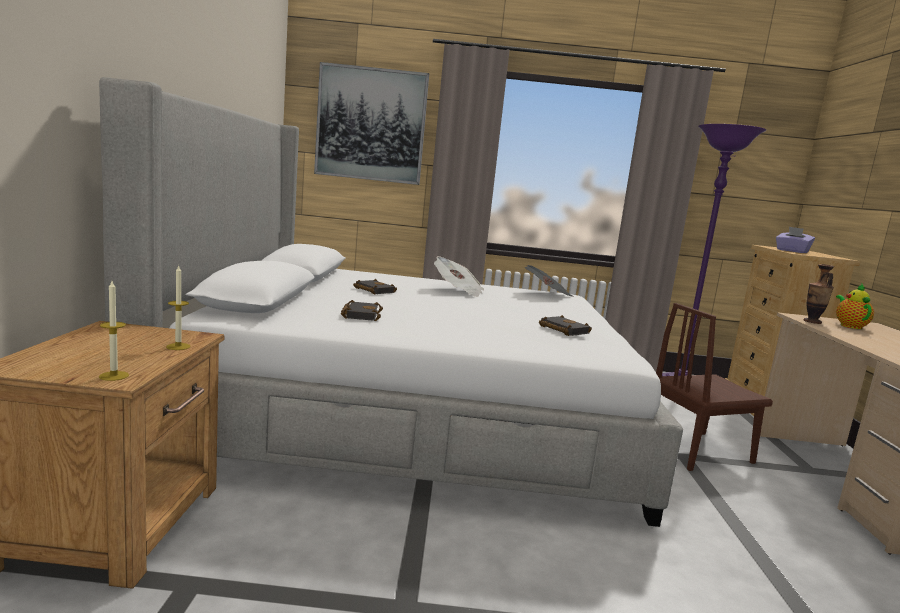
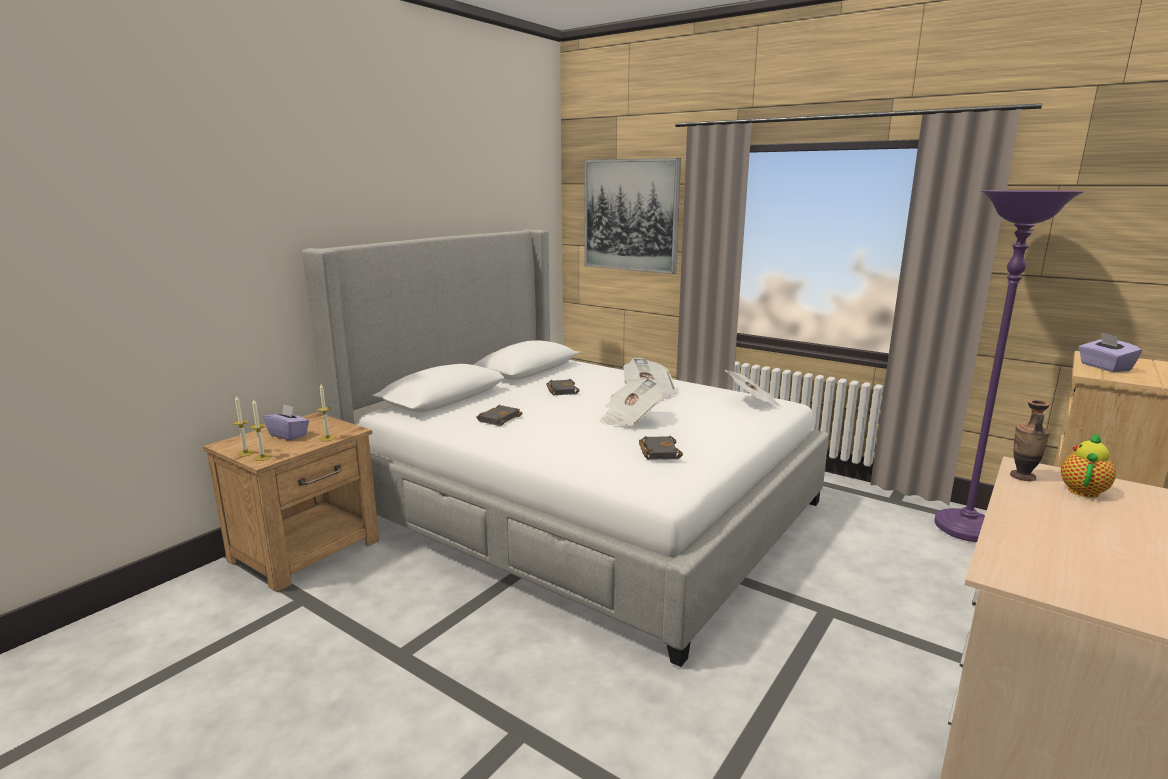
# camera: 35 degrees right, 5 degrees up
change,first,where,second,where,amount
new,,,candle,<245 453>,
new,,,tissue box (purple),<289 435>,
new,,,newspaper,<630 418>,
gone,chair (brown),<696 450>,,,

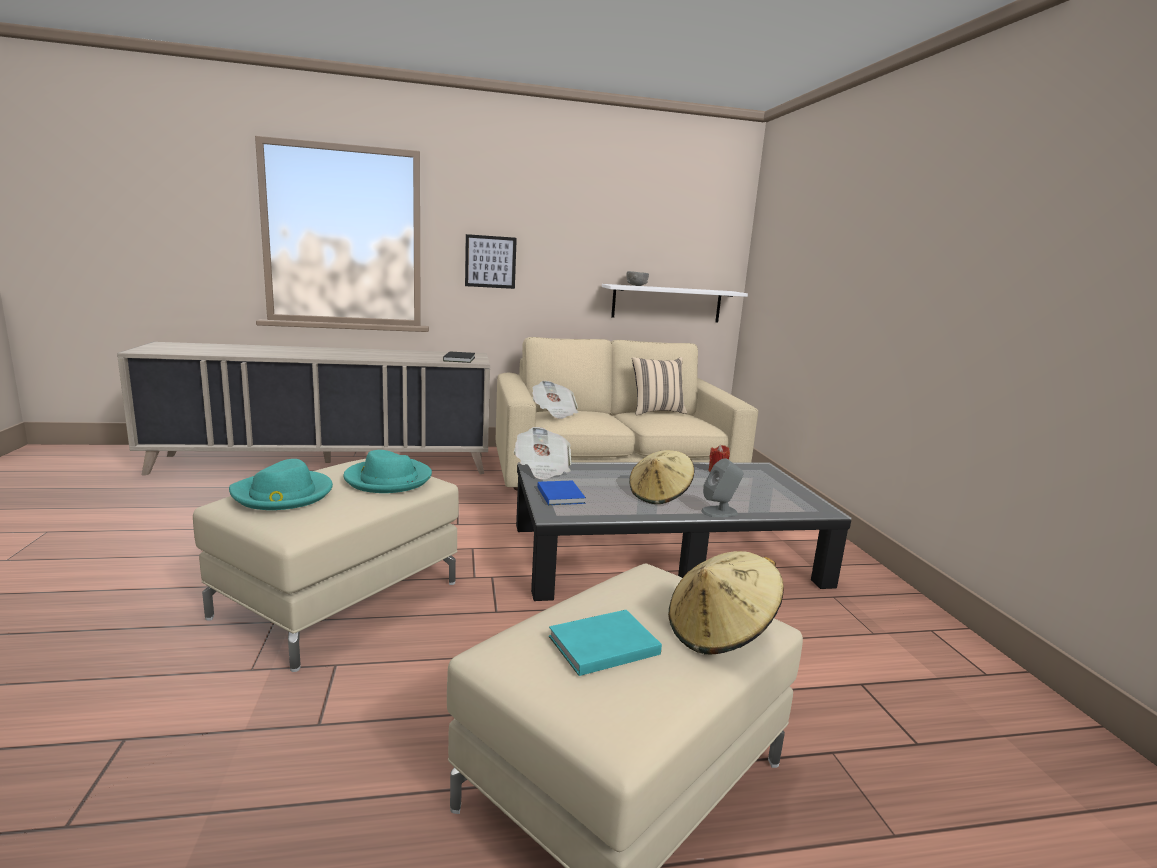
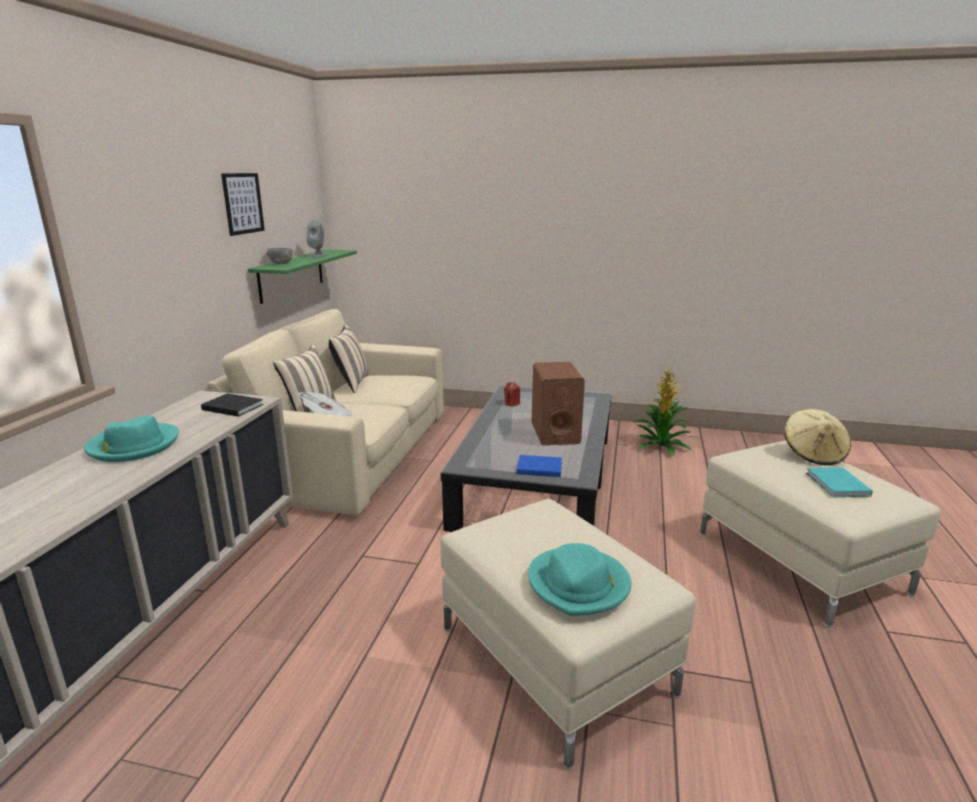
# camera: 65 degrees left, 5 degrees up
change,first,where,second,where,amount
shifted,hat (turquoise),<388 479>,,<133 446>,
shifted,picture,<490 261>,,<243 203>,
repainted,shelf (white),<666 303>,shelf (green),<291 275>,
new,,,pillow (beige),<309 411>,
shifted,speaker (grey),<720 512>,,<318 256>,
swapped,hat (beige),<659 496>,speaker (brown),<555 433>,
new,,,potted plant,<660 446>,
gone,newspaper,<542 469>,,,

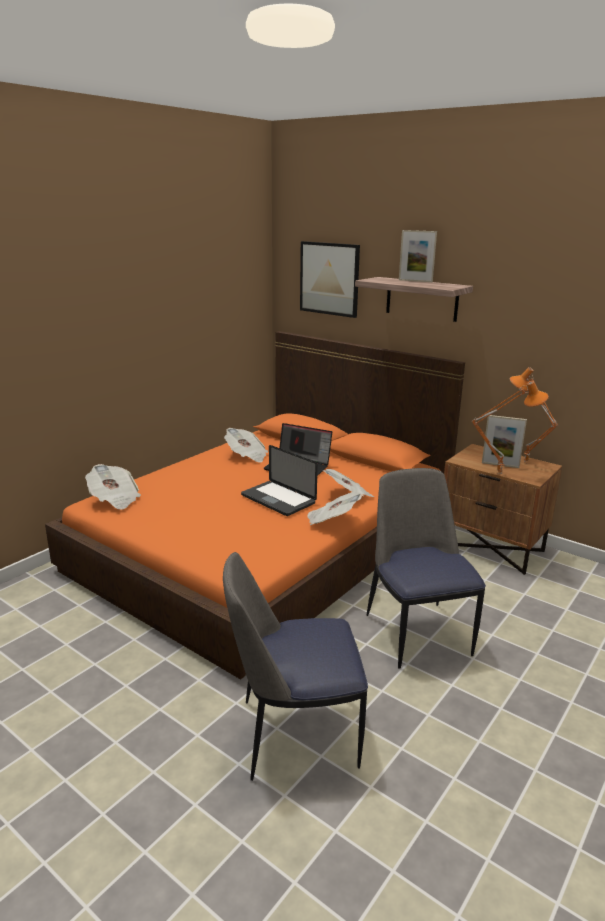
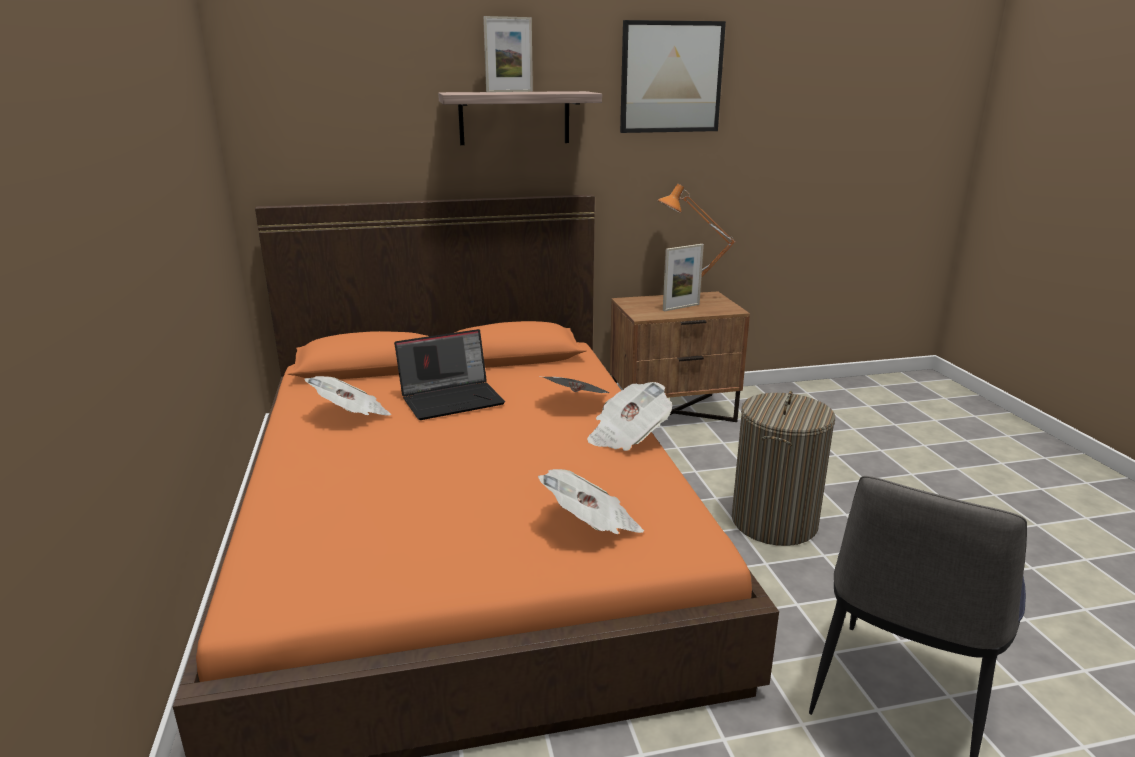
# camera: 50 degrees left, 0 degrees up
change,first,where,second,where,amount
shifted,newspaper,<114 499>,,<592 526>,
shifted,picture,<329 279>,,<671 77>,
swapped,chair,<417 632>,laundry basket,<774 522>,
gone,laptop,<278 499>,,,
gone,table lamp (orange),<499 473>,,,

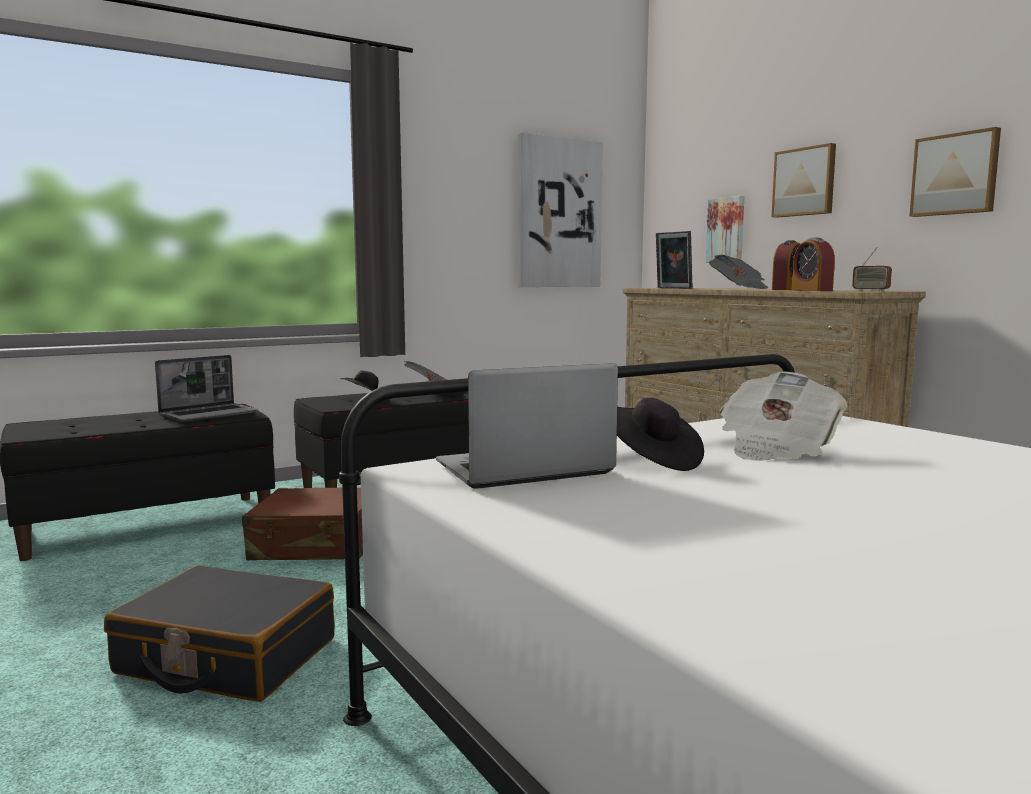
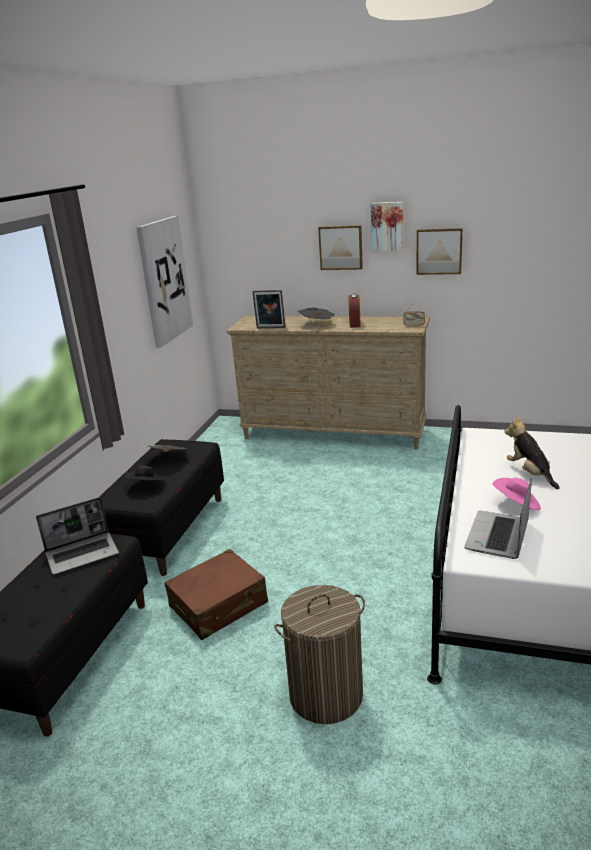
# camera: 40 degrees left, 15 degrees up
change,first,where,second,where,amount
rotated,laptop,<209 414>,,<83 554>,60 degrees clockwise
swapped,suitcase (black),<226 657>,laundry basket,<326 695>,
shifted,picture,<726 230>,,<387 227>,
repainted,hat (black),<653 460>,hat (pink),<516 504>,
swapped,newspaper,<776 449>,plush toy,<530 473>,
gone,alarm clock,<811 290>,,,

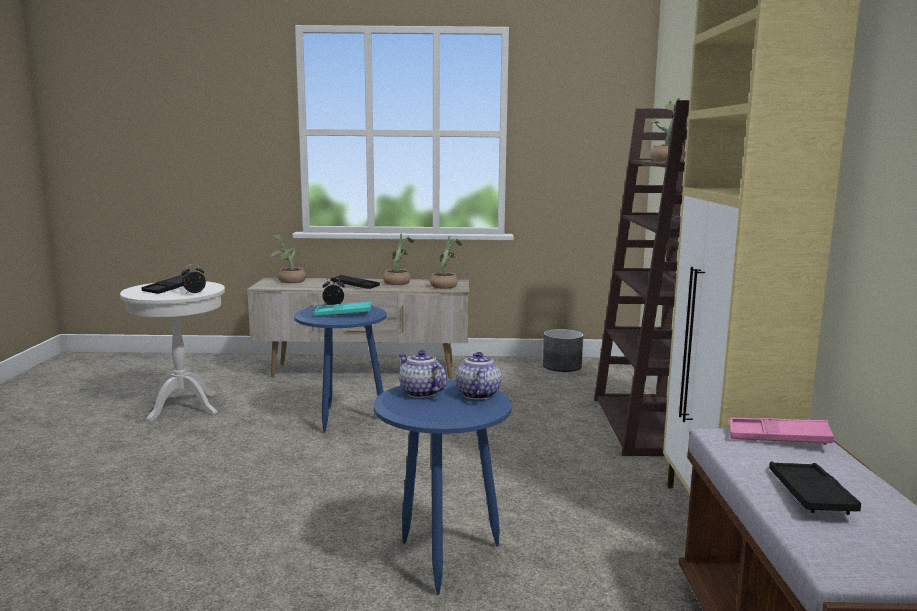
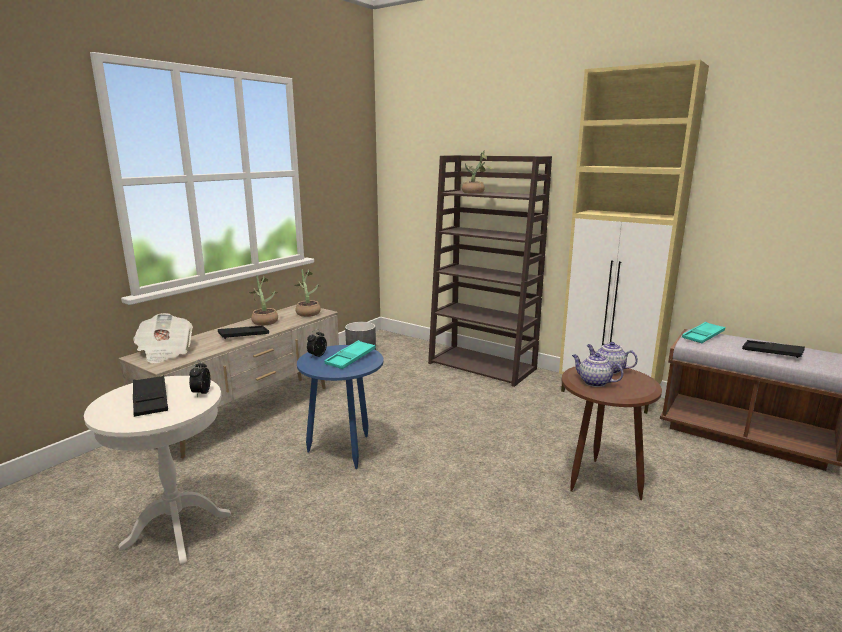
# camera: 55 degrees left, 5 degrees up
change,first,where,second,where,amount
swapped,potted plant,<288 281>,newspaper,<165 352>,
repainted,side table (blue),<442 557>,side table (brown),<598 484>,
rotated,teapot,<420 392>,,<594 382>,45 degrees clockwise
repainted,tray (pink),<778 438>,tray (turquoise),<703 336>,

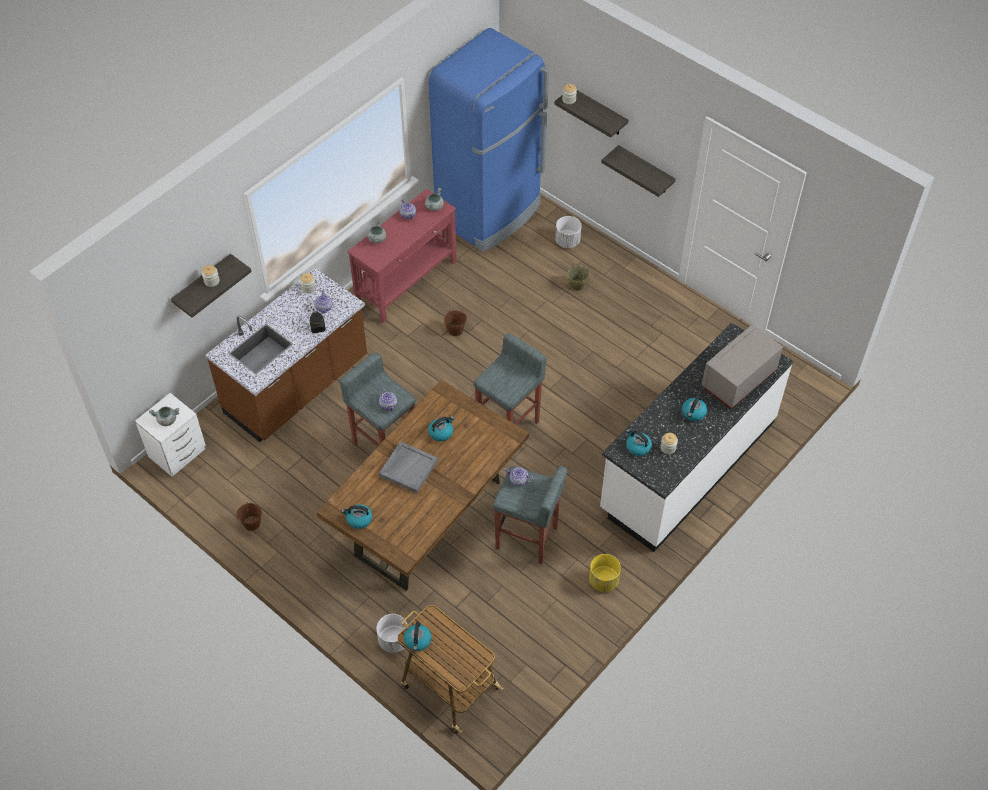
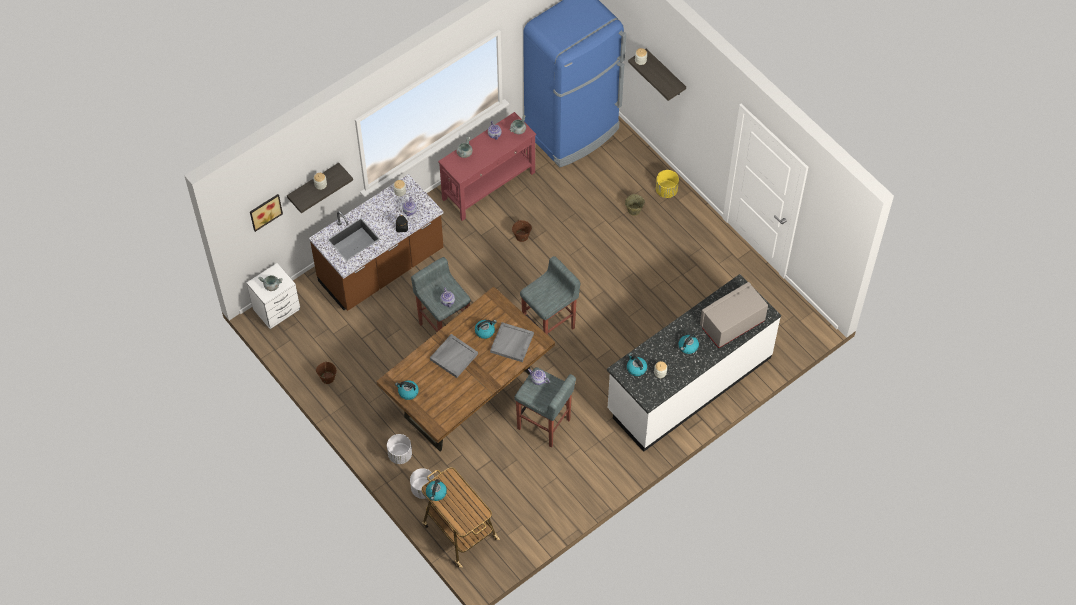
# camera: 10 degrees right, 5 degrees up
change,first,where,second,where,amount
new,,,picture,<265 211>,
shifted,planter (white),<567 241>,,<400 455>,
new,,,tray (grey),<512 343>,
shifted,planter (yellow),<604 580>,,<666 190>,
gone,shelf,<645 170>,,,

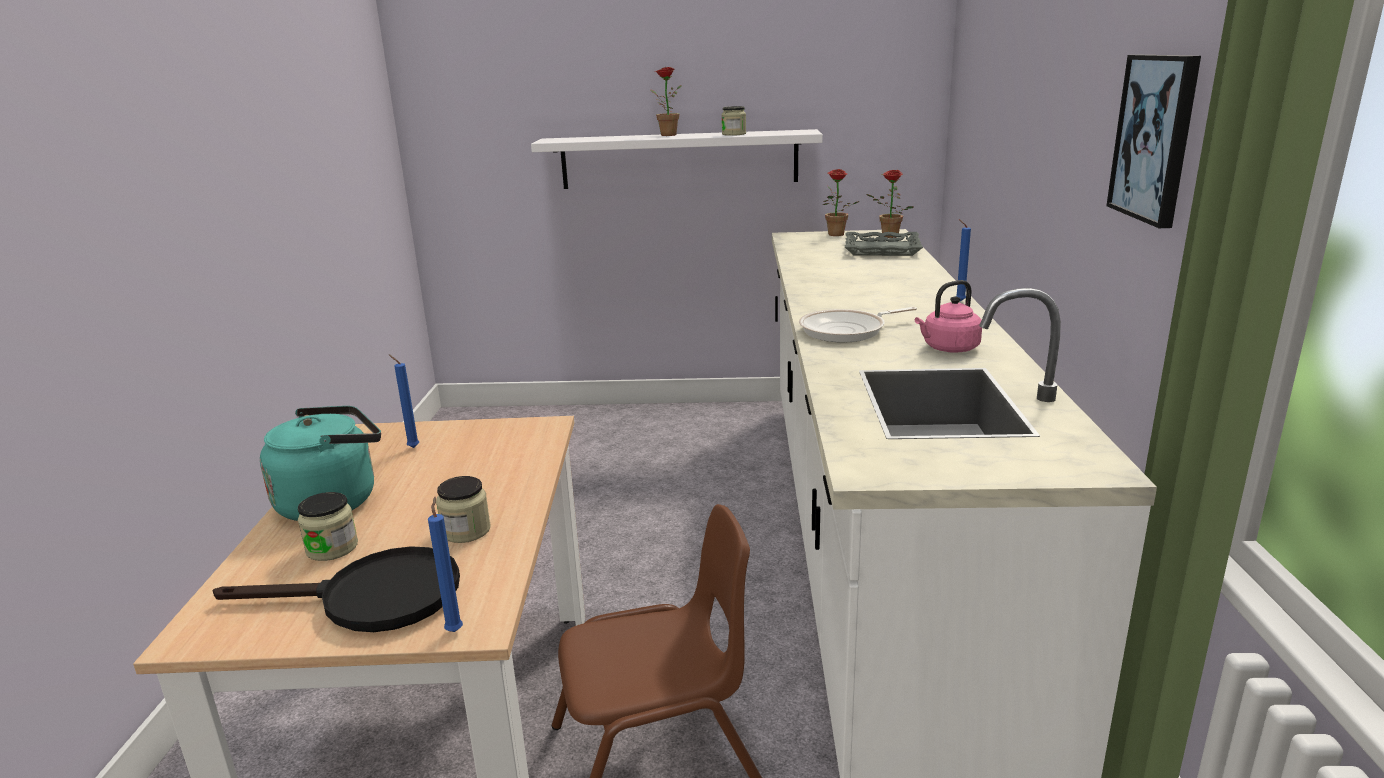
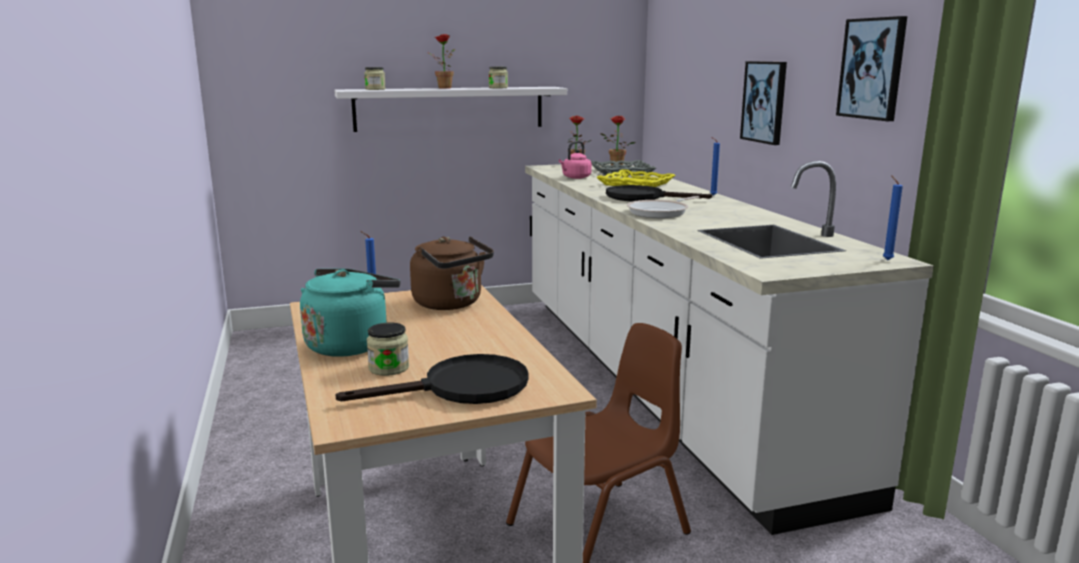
# camera: 20 degrees left, 5 degrees down
change,first,where,second,where,amount
shifted,jar,<466 531>,,<375 89>,
new,,,kettle (brown),<451 304>,
shifted,kettle (pink),<948 349>,,<575 177>,
new,,,tray (yellow),<636 184>,
new,,,frying pan (black),<642 197>,
new,,,picture,<764 102>,
shifted,candle (blue),<455 630>,,<886 259>,

